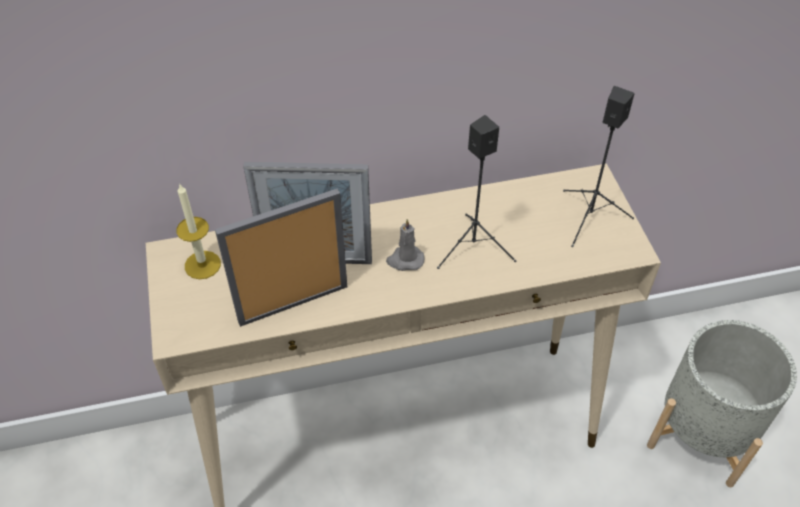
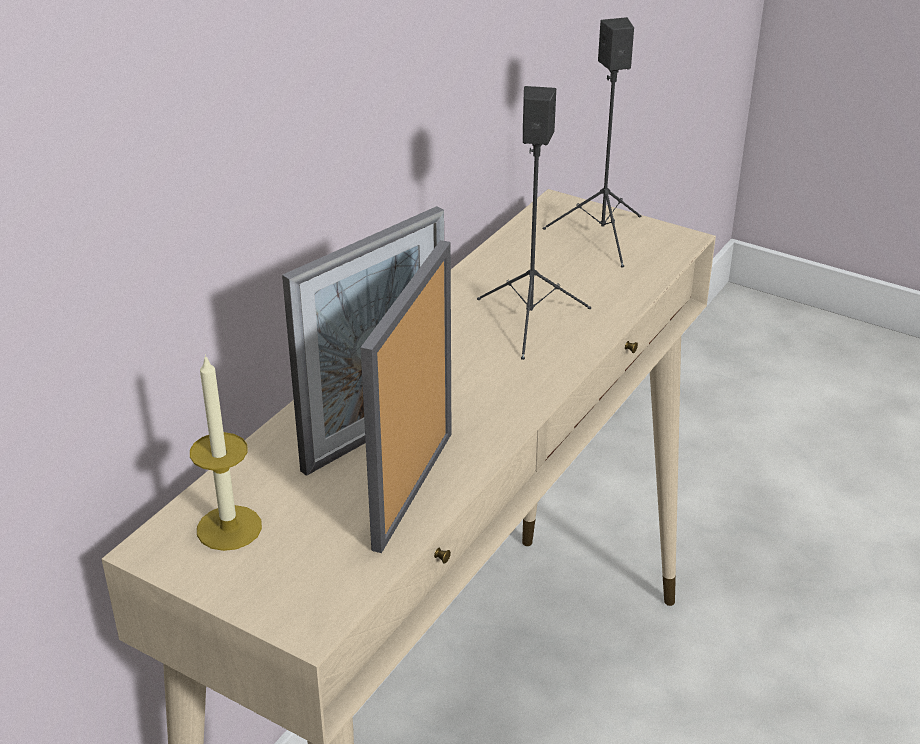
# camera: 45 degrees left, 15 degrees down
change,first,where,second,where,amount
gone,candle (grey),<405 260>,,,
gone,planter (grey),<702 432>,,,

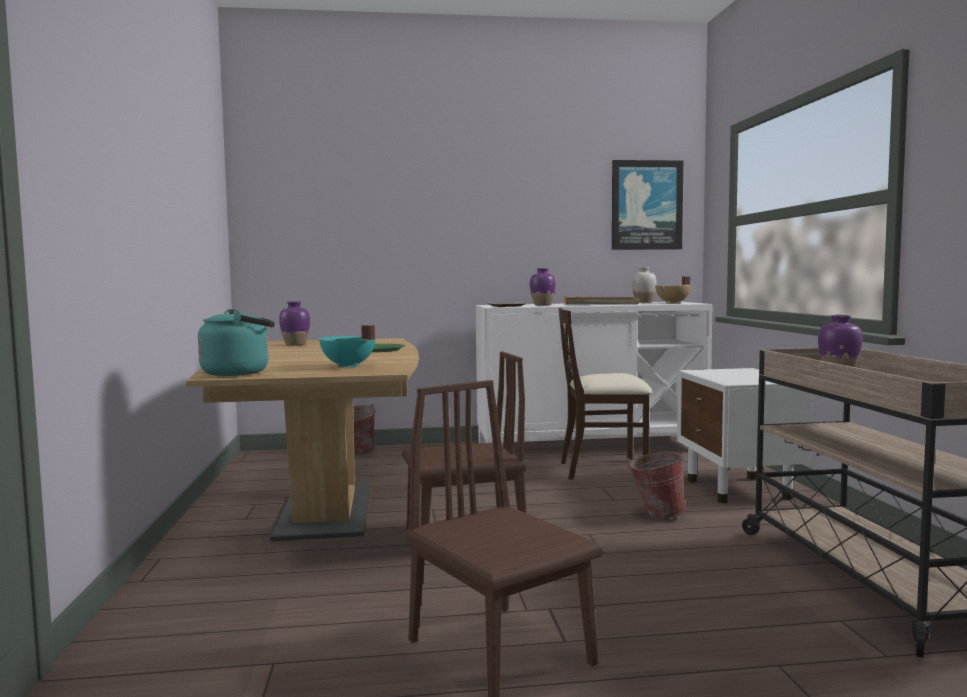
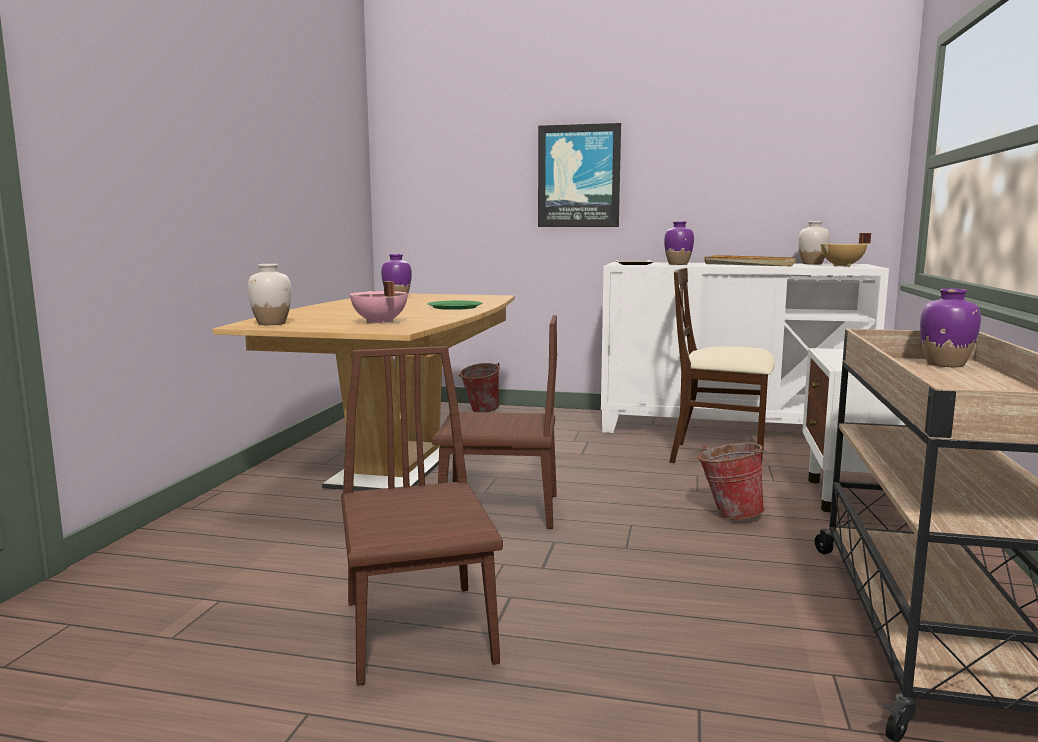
# camera: 20 degrees right, 5 degrees up
change,first,where,second,where,amount
swapped,kettle (turquoise),<240 373>,vase (white),<272 324>,
repainted,cooking pot (turquoise),<347 366>,cooking pot (pink),<379 322>,
shifted,picture,<646 205>,,<579 176>,

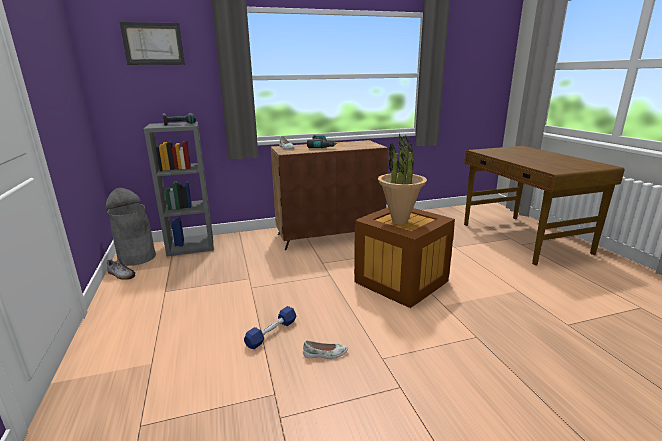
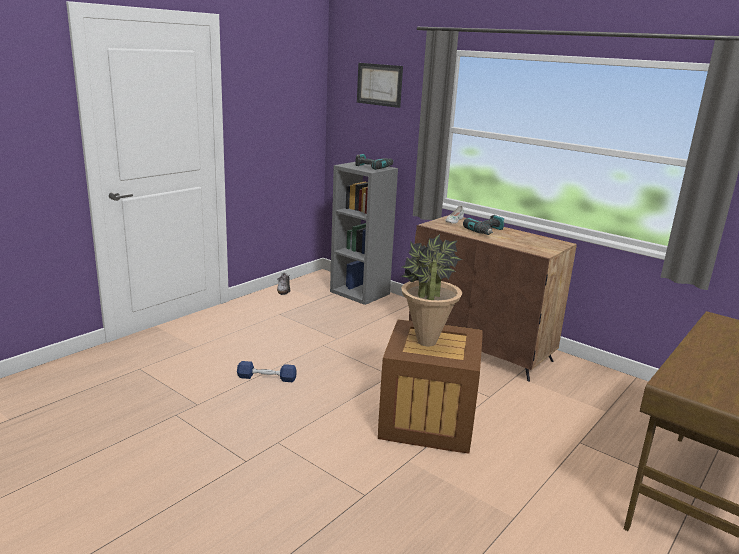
# camera: 55 degrees right, 0 degrees up
change,first,where,second,where,amount
gone,trash can (grey),<137 258>,,,
gone,shoe (white),<325 354>,,,

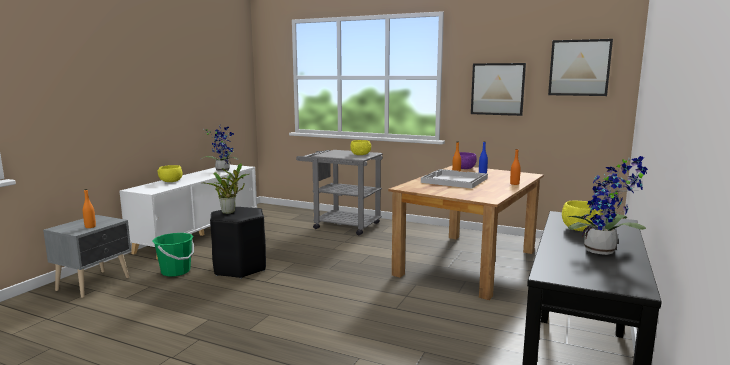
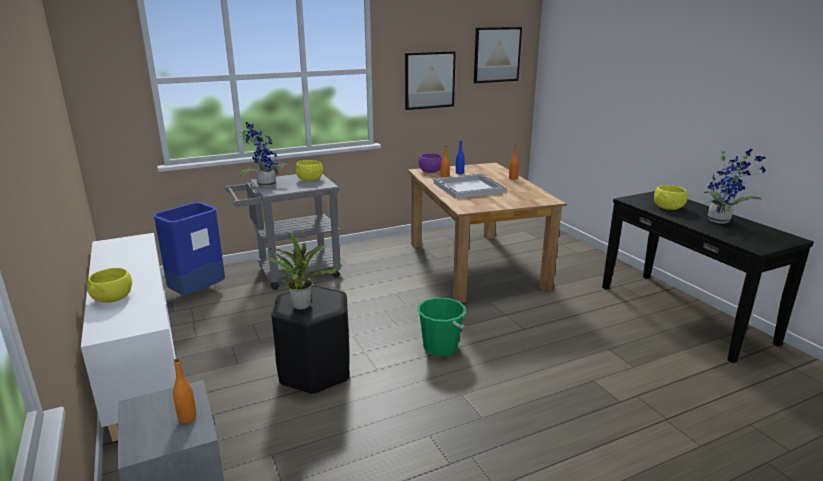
# camera: 50 degrees left, 10 degrees up
change,first,where,second,where,amount
new,,,trash can (blue),<197 292>,
shifted,potted plant,<223 170>,,<264 184>,
shifted,bucket (green),<176 271>,,<440 347>,

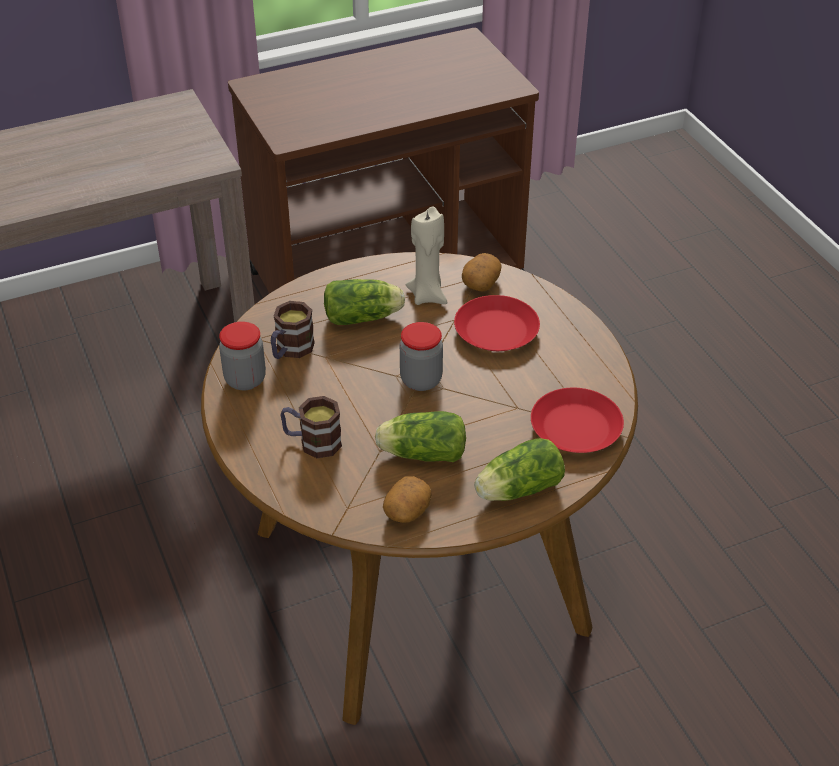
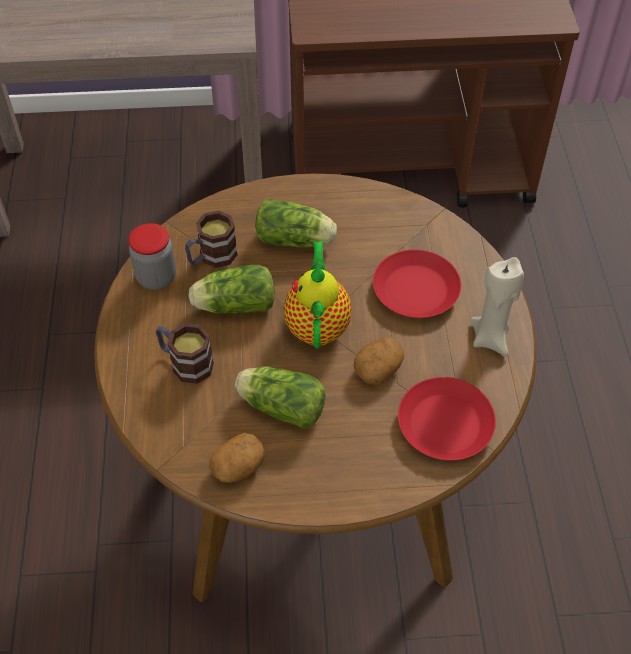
# camera: 20 degrees right, 10 degrees up
change,first,where,second,where,amount
shifted,lettuce,<516 490>,,<233 305>,
swapped,jar,<421 380>,teapot,<317 325>,
shifted,potato,<481 282>,,<378 368>,
shifted,candle (beige),<428 295>,,<490 338>,

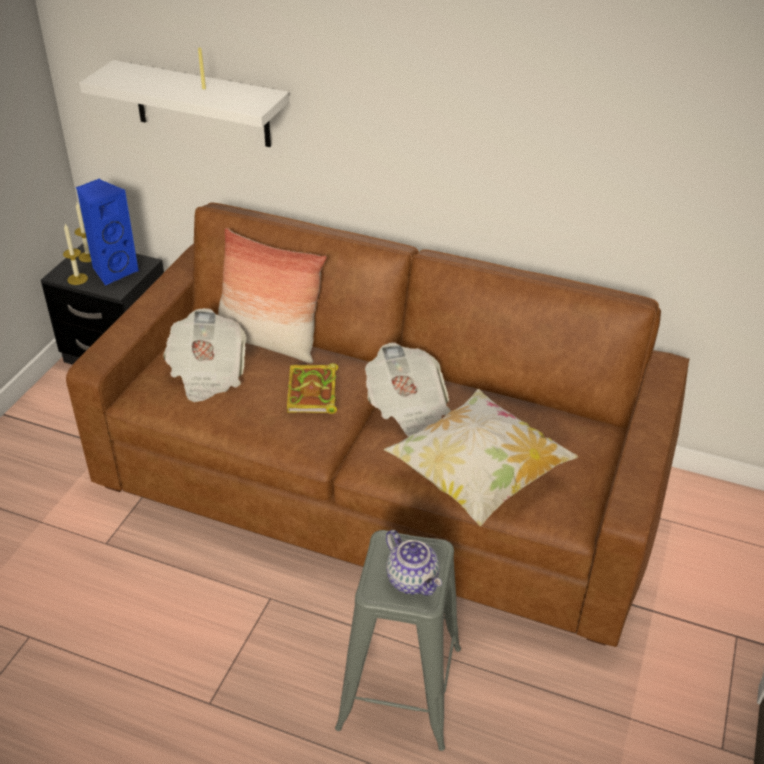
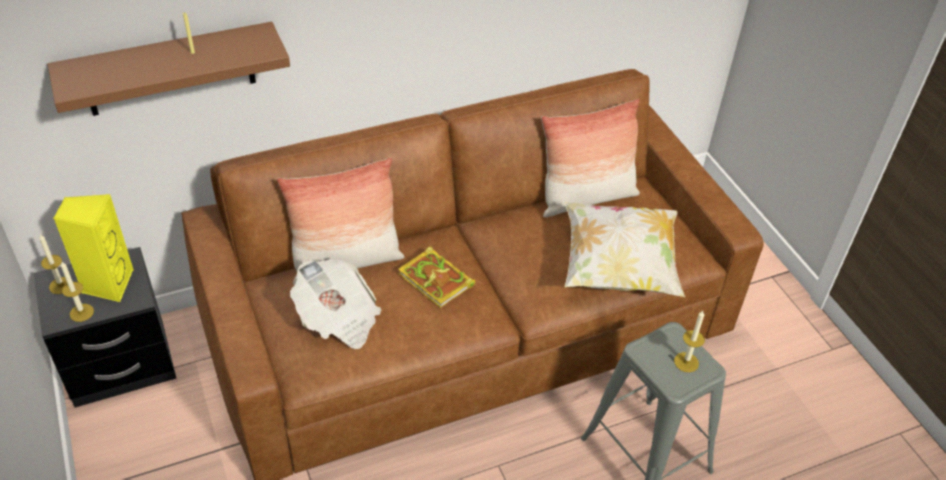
# camera: 45 degrees left, 5 degrees up
change,first,where,second,where,amount
repainted,shelf (white),<202 104>,shelf (brown),<169 70>,
repainted,speaker (blue),<113 271>,speaker (yellow),<107 284>,
new,,,pillow,<586 198>,
swapped,teapot,<413 580>,candle,<686 362>,
gone,newspaper,<407 408>,,,

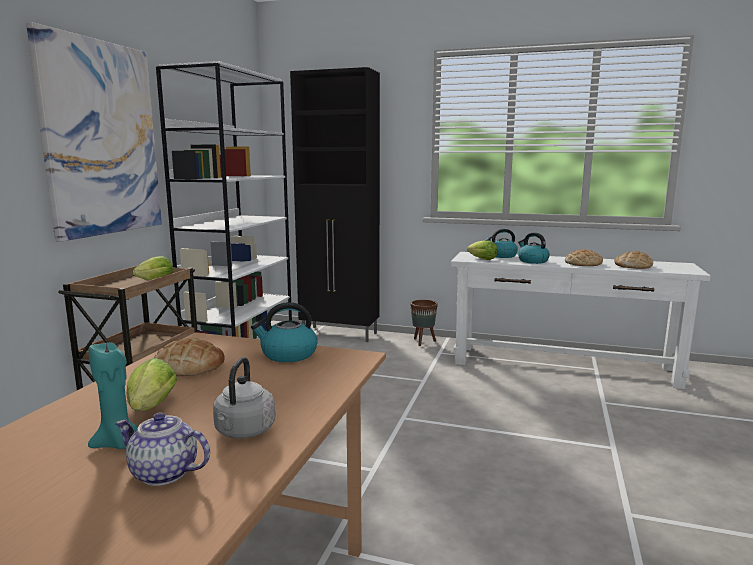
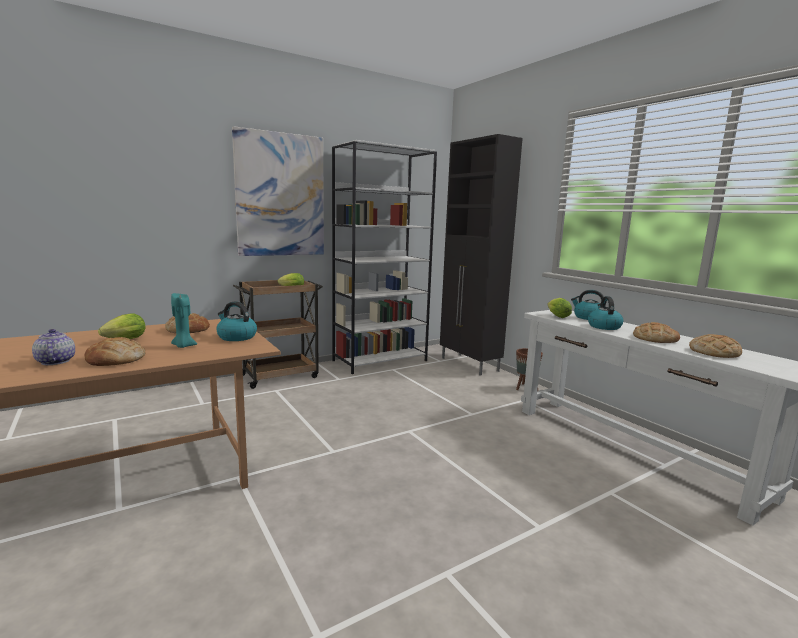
# camera: 40 degrees right, 0 degrees up
change,first,where,second,where,amount
swapped,kettle (grey),<244 432>,bread,<116 359>,
shifted,candle (turquoise),<118 444>,,<183 346>,

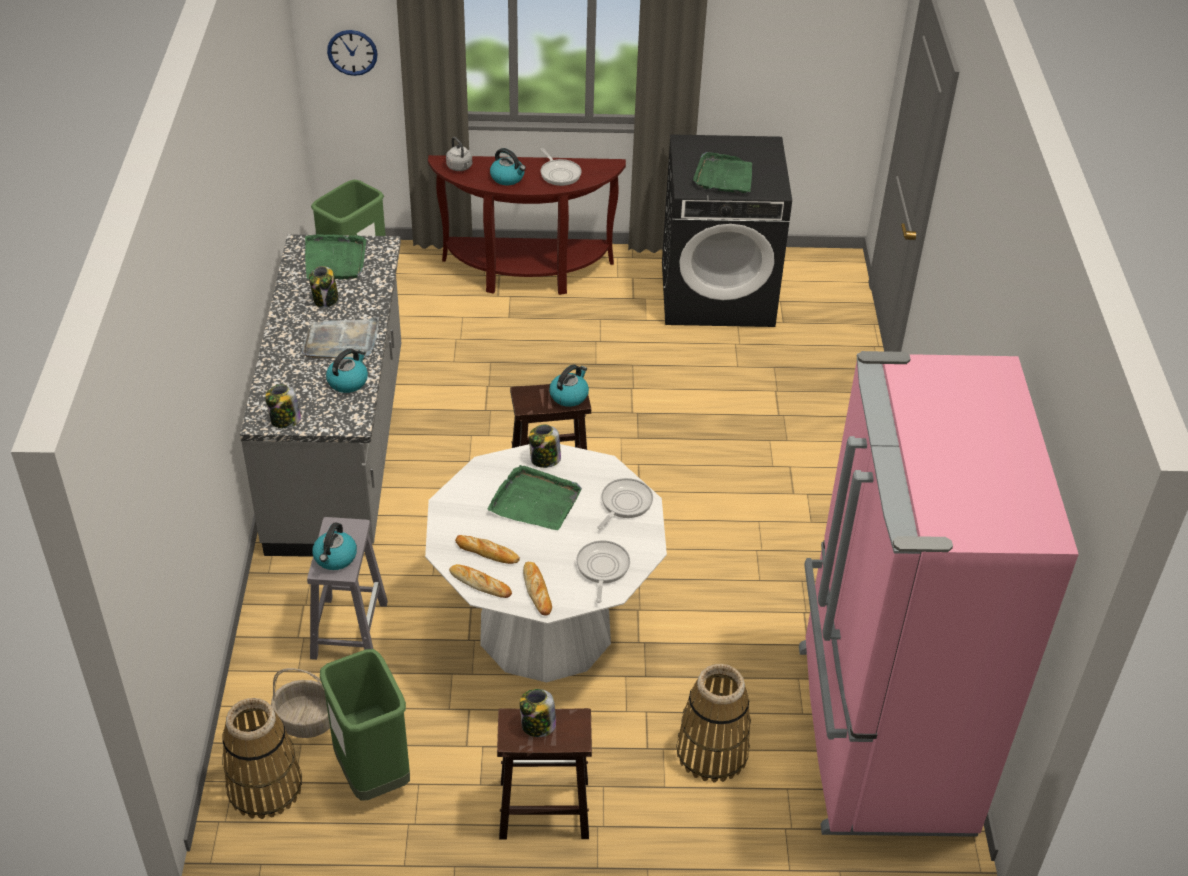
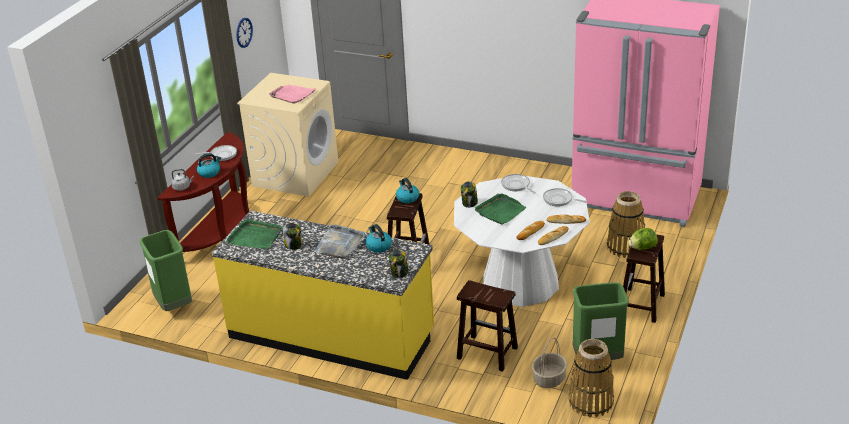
# camera: 65 degrees left, 10 degrees down
change,first,where,second,where,amount
repainted,counter (grey),<340 449>,counter (yellow),<331 335>,
shifted,wall clock,<352 52>,,<244 32>,
repainted,washing machine (black),<718 293>,washing machine (beige),<295 174>,
repainted,tray (green),<724 177>,tray (pink),<292 95>,
repainted,stool (grey),<349 628>,stool (brown),<486 353>,
swapped,jar,<537 725>,lettuce,<642 248>,
gone,kettle,<335 558>,,,

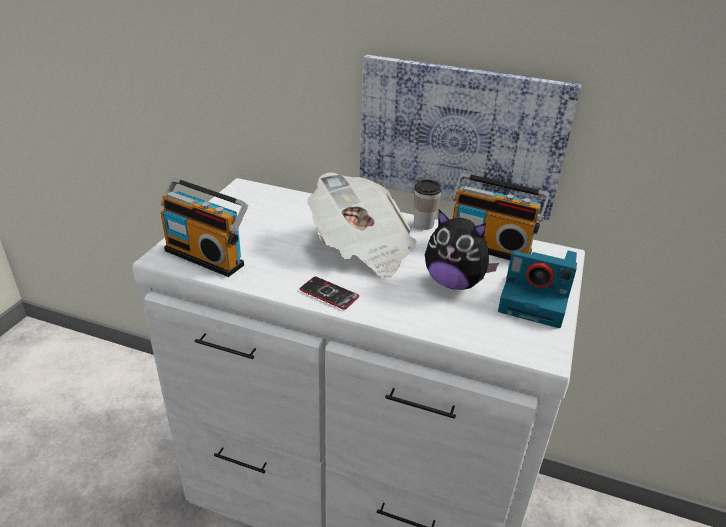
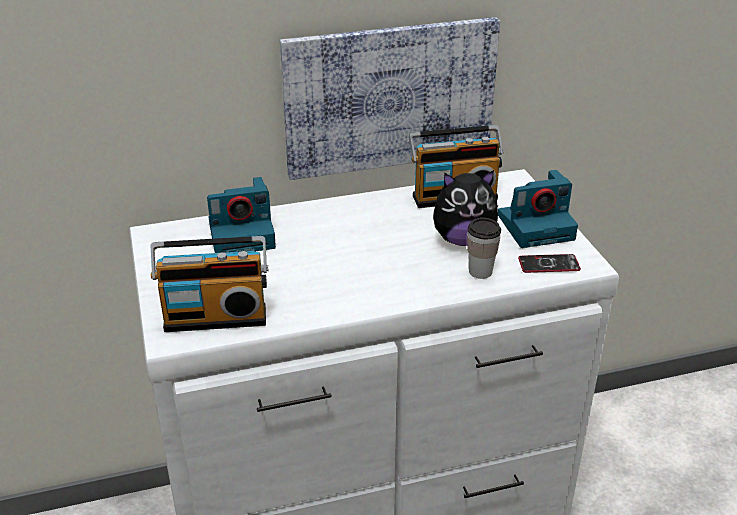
# camera: 35 degrees left, 0 degrees up
change,first,where,second,where,amount
new,,,photo camera,<243 234>,
shifted,cup,<424 224>,,<480 271>,
shifted,phone,<329 293>,,<548 264>,
gone,newspaper,<362 248>,,,

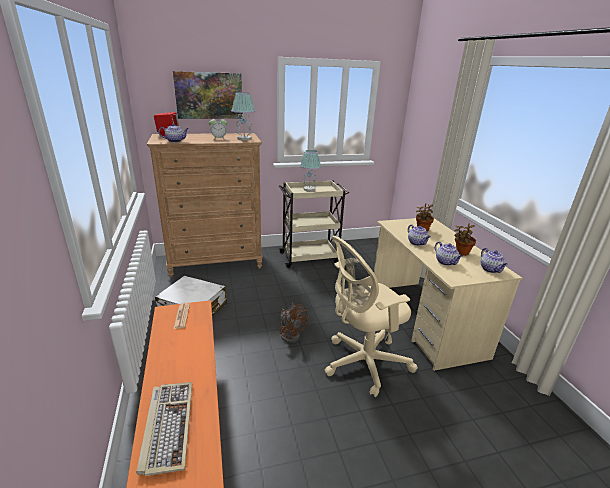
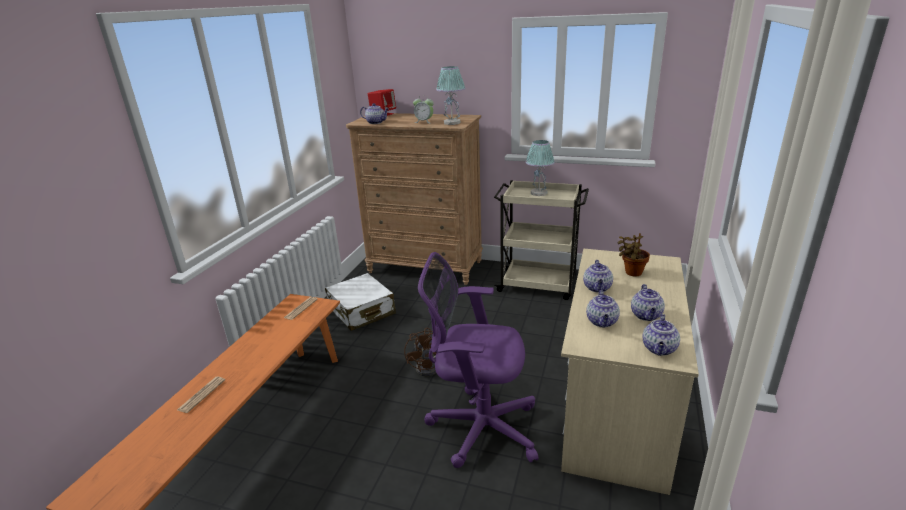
# camera: 35 degrees right, 0 degrees up
change,first,where,second,where,amount
swapped,keyboard,<167 426>,newspaper,<201 395>,
repainted,office chair (beige),<362 363>,office chair (purple),<478 427>,
swapped,potted plant,<461 253>,teapot,<646 316>,
gone,picture,<209 95>,,,

